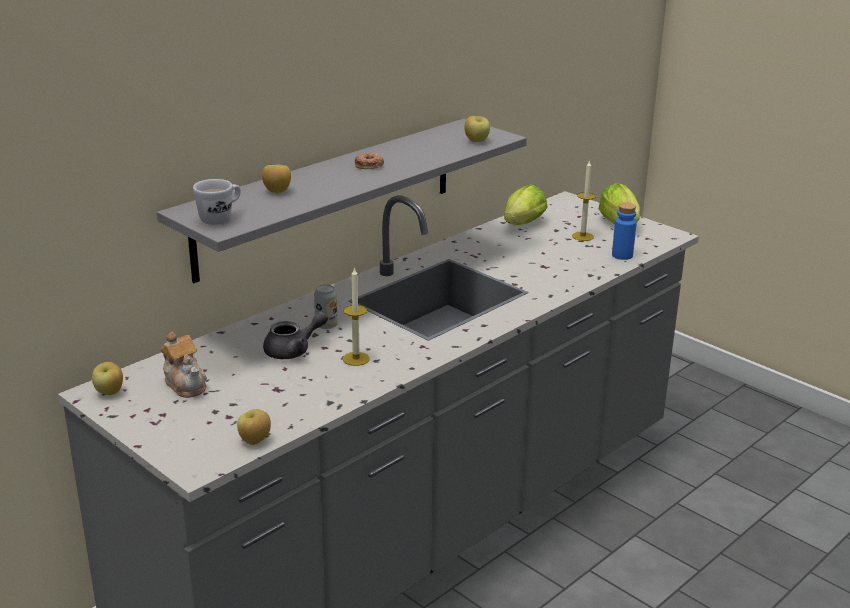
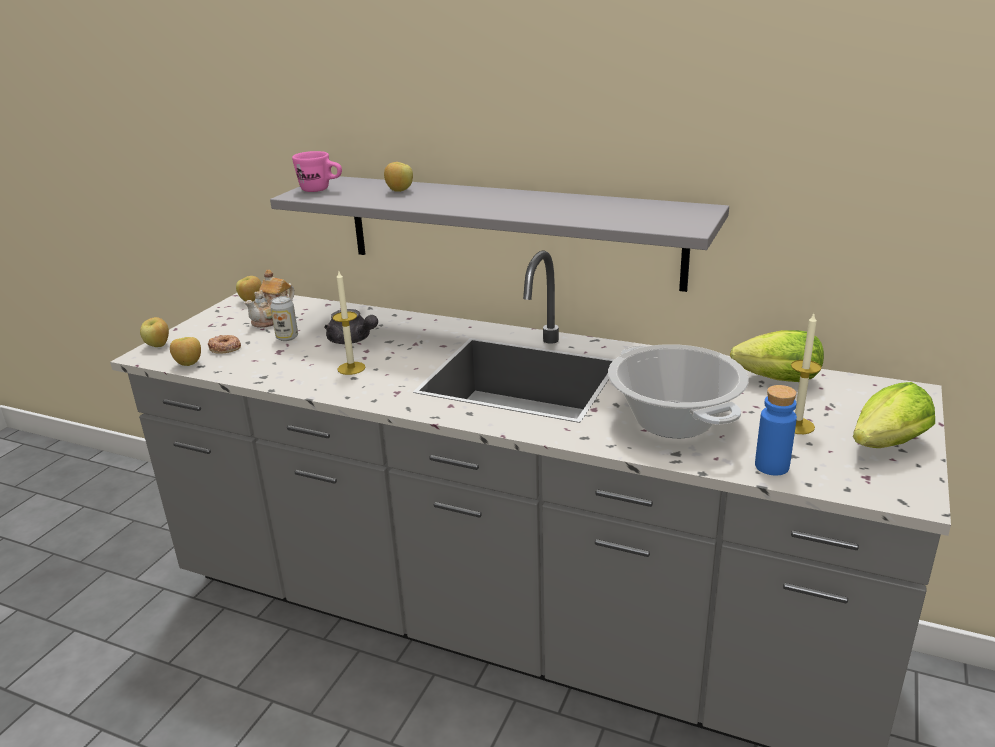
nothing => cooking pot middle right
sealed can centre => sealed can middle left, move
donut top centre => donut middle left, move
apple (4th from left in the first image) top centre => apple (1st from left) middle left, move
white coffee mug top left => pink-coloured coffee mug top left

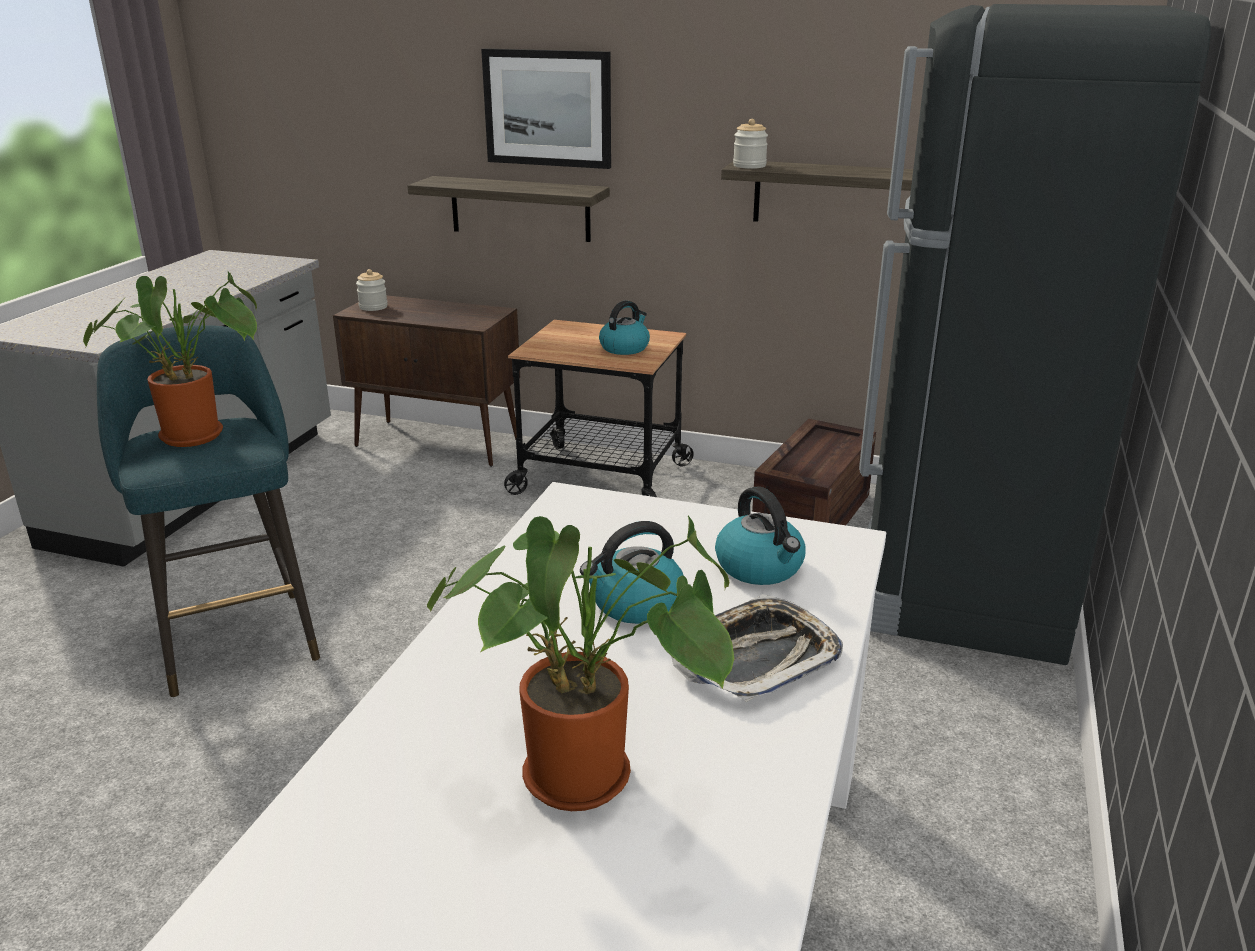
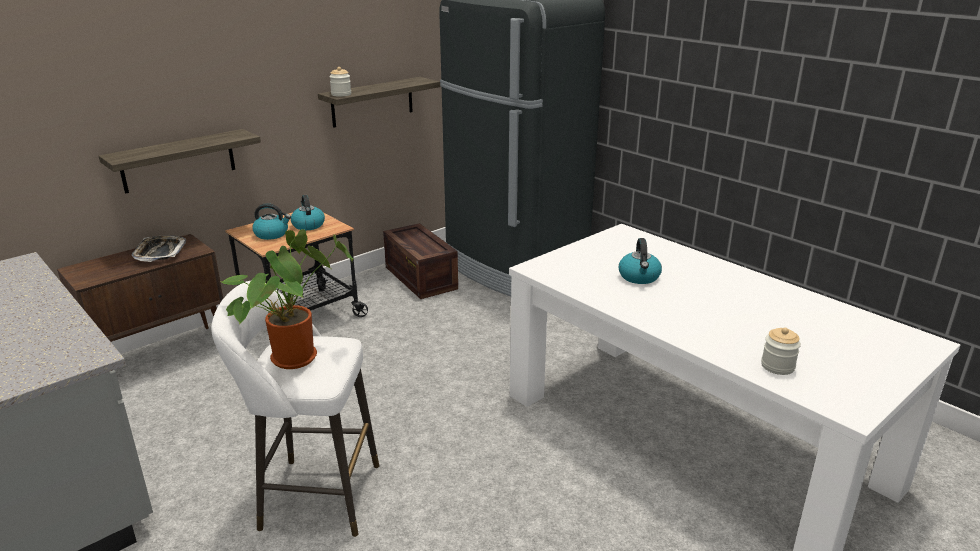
houseplant (2nd from left) bottom centre => nothing
wall picture top centre => nothing
jar (1st from left in the first image) top left => jar (2nd from left) middle right, move
serving tray bottom centre => serving tray middle left, move
kettle (3rd from left in the first image) centre => kettle (1st from left) middle left, move
blue-green stool seat middle left => white stool seat bottom left

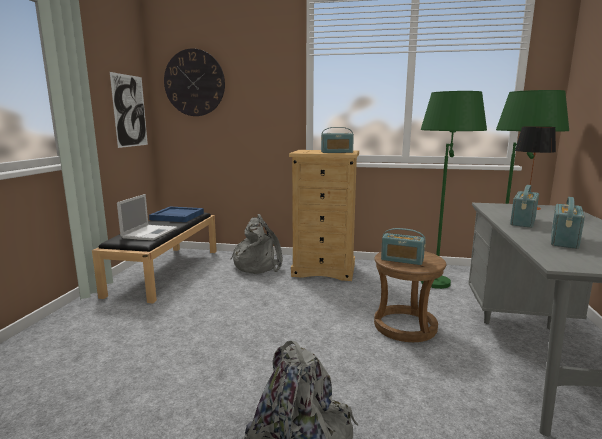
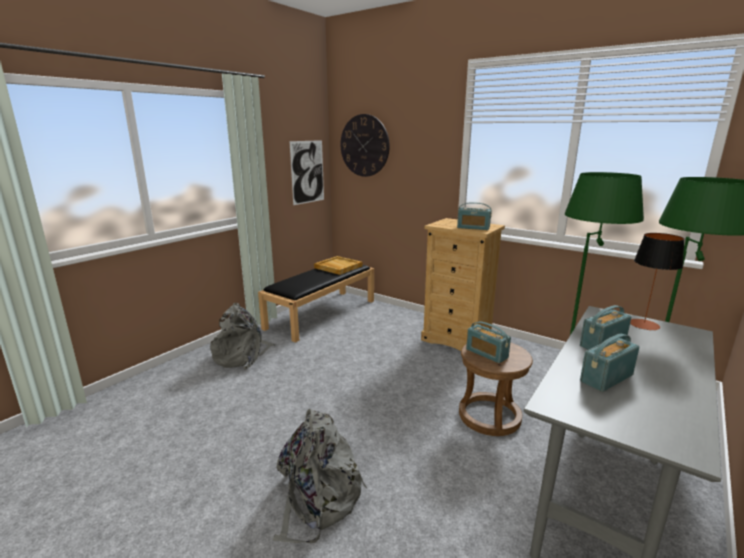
notebook computer middle left => nothing
greyish knapsack (1st from left) centre => greyish knapsack (1st from left) middle left, move
bluish serving tray middle left => beige serving tray centre

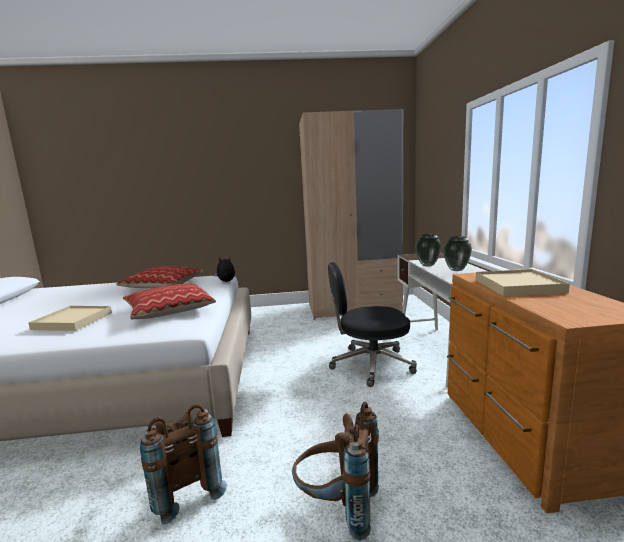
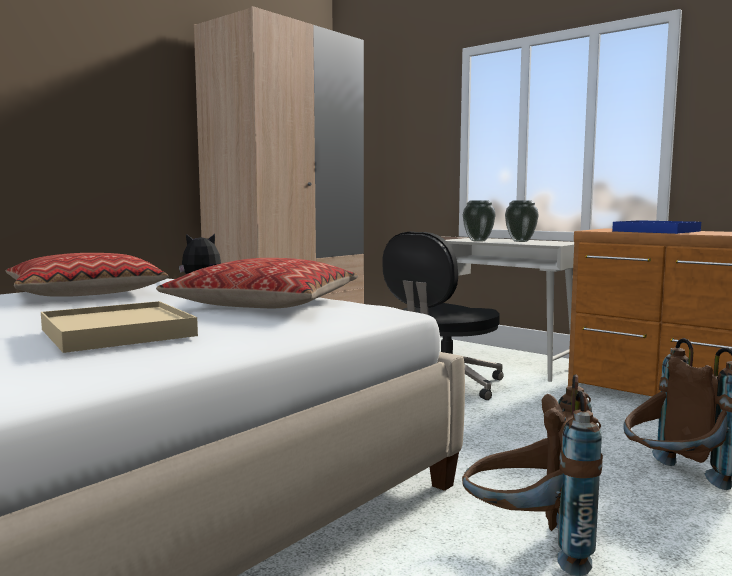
beige serving tray (2nd from left) middle right => bluish serving tray middle right

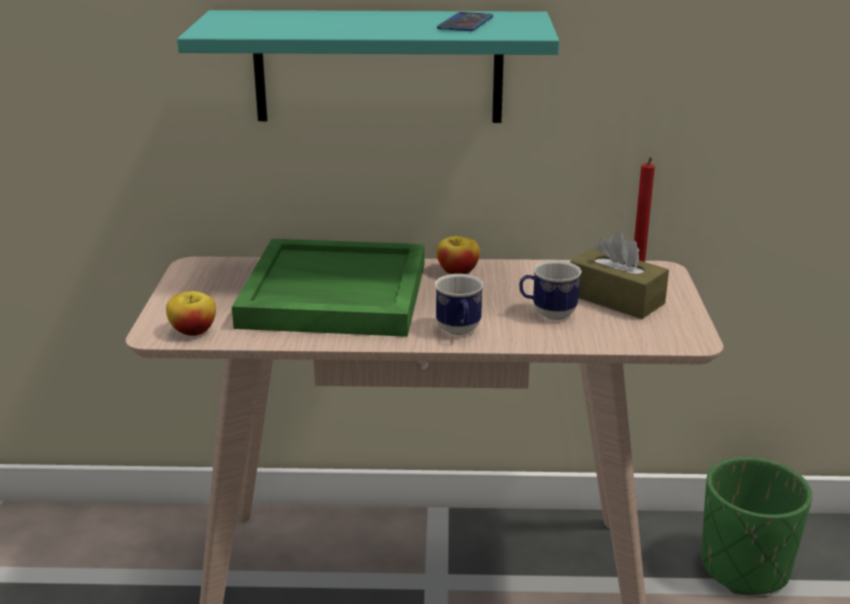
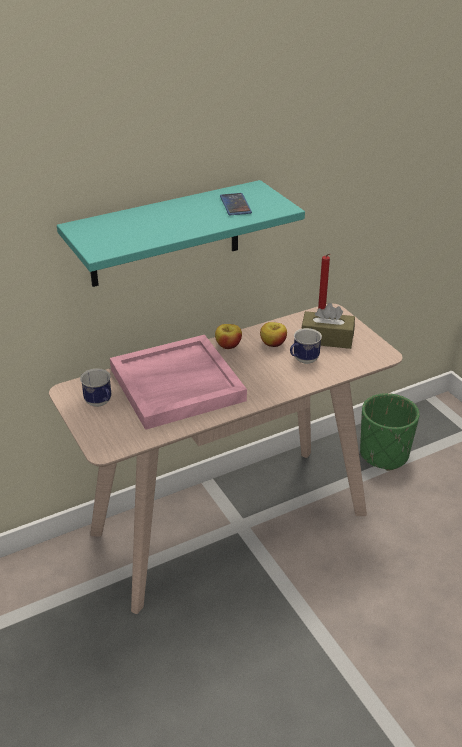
apple (1st from left in the first image) middle left => apple (2nd from left) centre, move
coffee mug (1st from left) centre => coffee mug (1st from left) middle left, move
greenish serving tray centre => pink-coloured serving tray centre

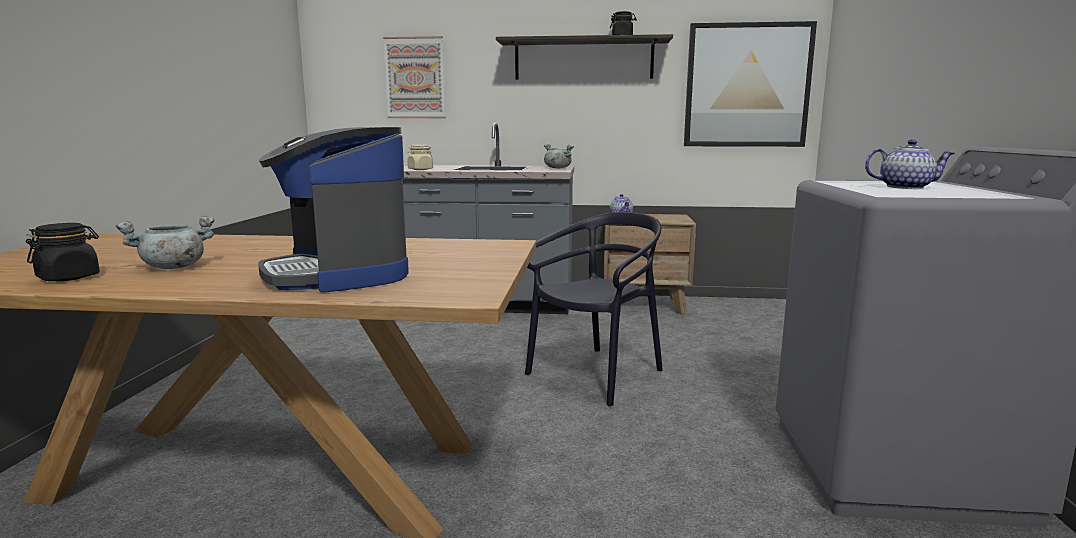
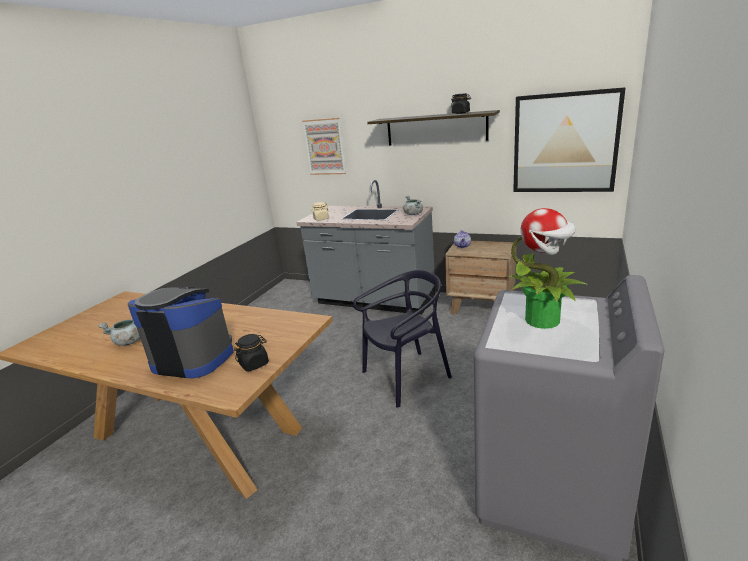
blackish jar (1st from left) middle left => blackish jar (1st from left) centre, move
tea pot (2nd from left) top right => houseplant middle right
coffee machine middle left, 120 degrees clockwise

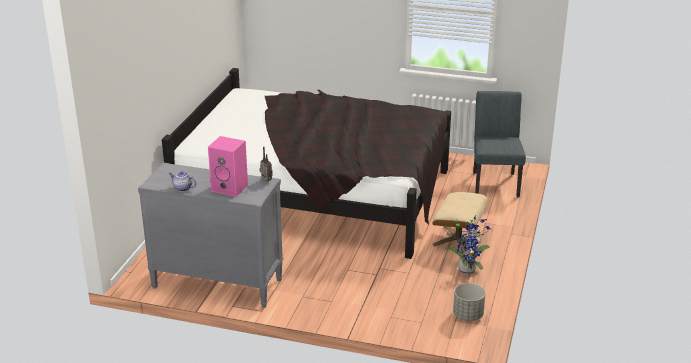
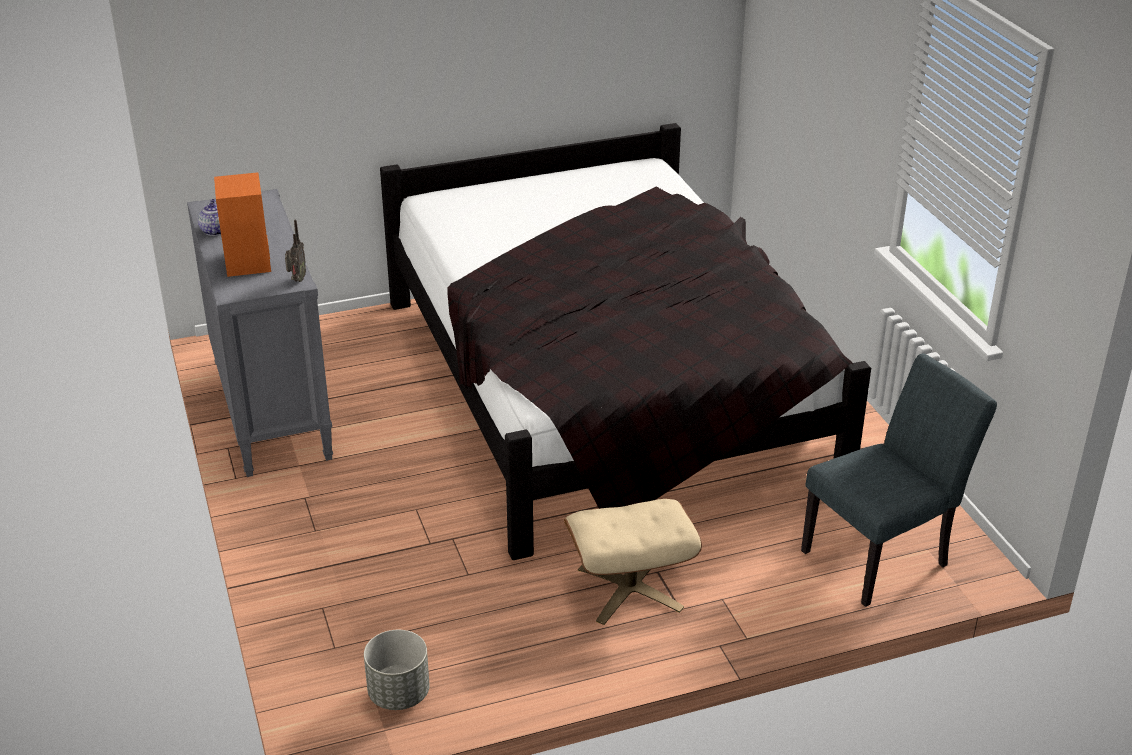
houseplant bottom right => nothing
pink-coloured audio speaker middle left => orangey audio speaker top left

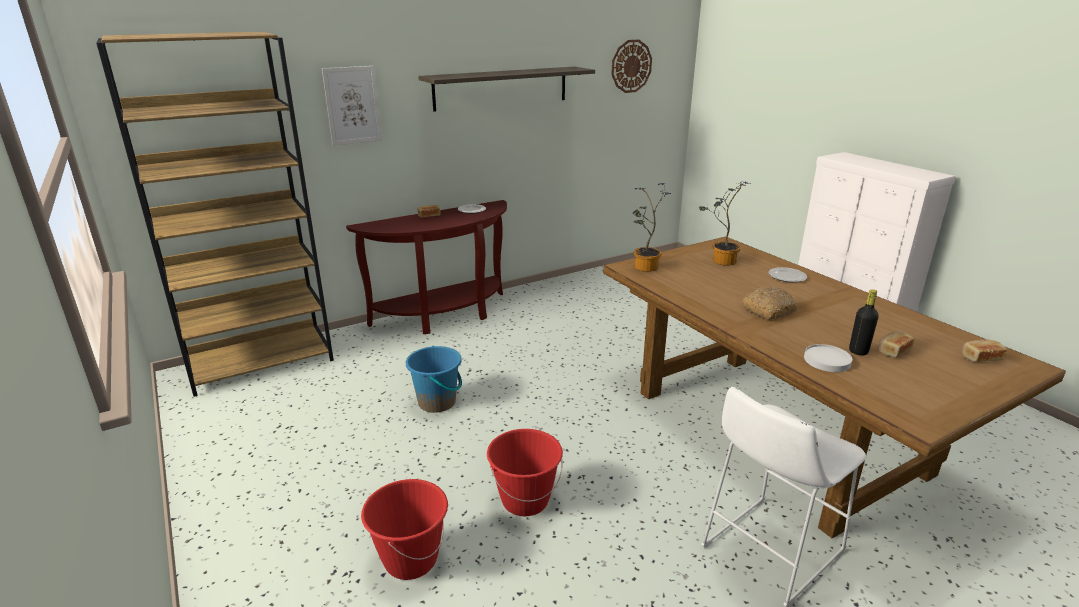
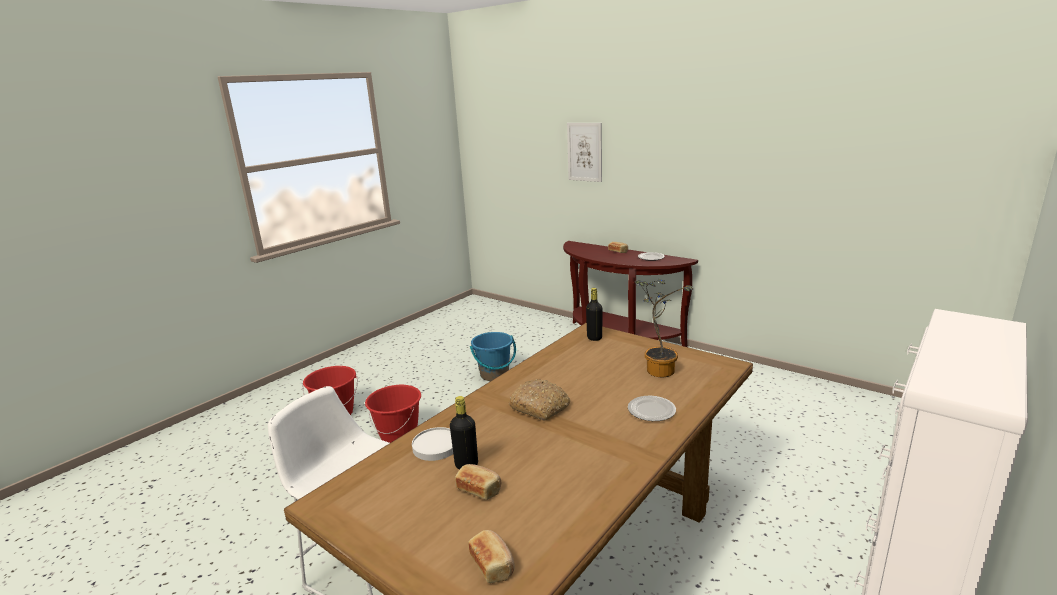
brownish shelving unit middle left => nothing
shelf top centre => nothing
hanging clock top centre => nothing
houseplant (1st from left) centre => blackish bottle (2nd from left) centre

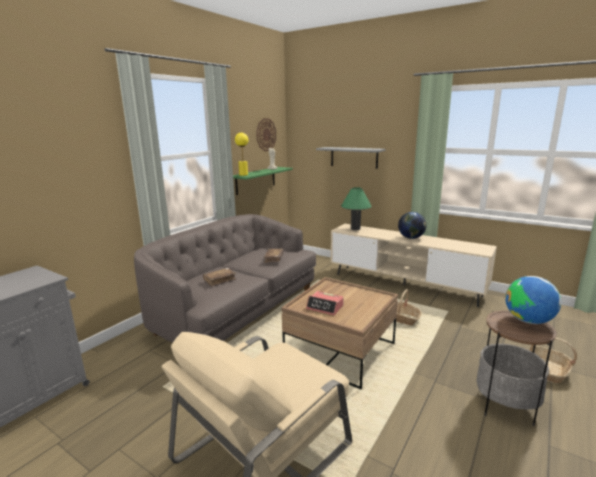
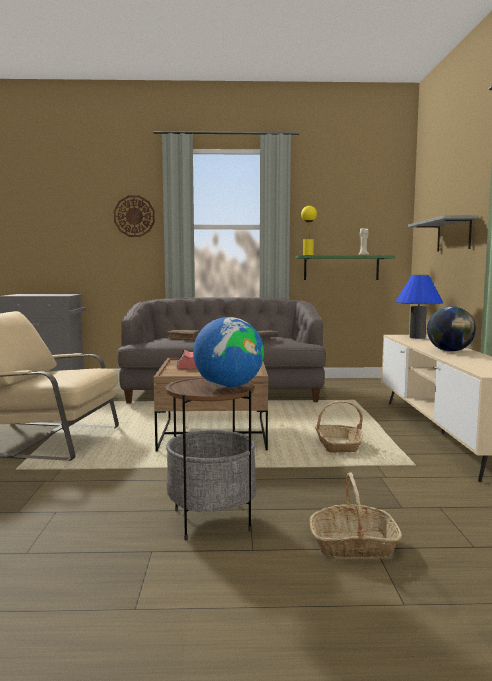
hanging clock top centre => hanging clock top left, move
greenish lamp for a table centre => bluish lamp for a table middle right

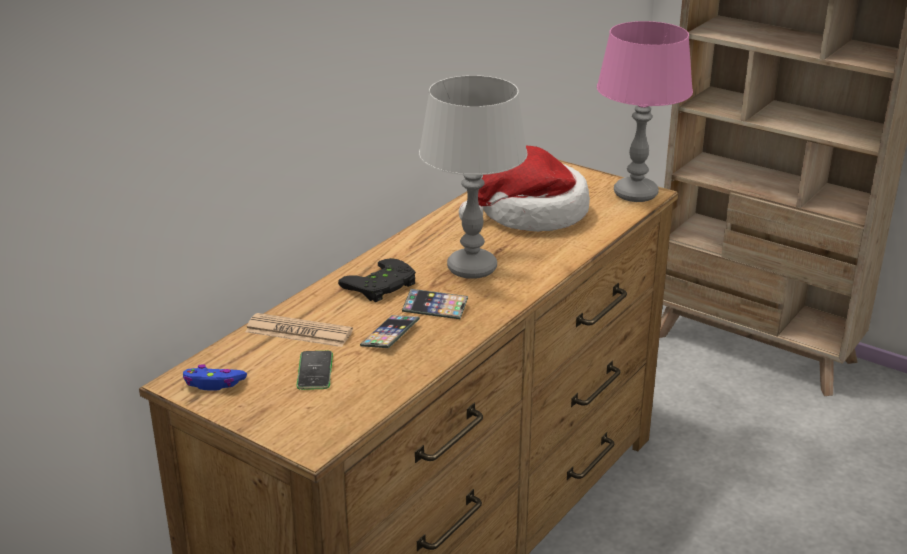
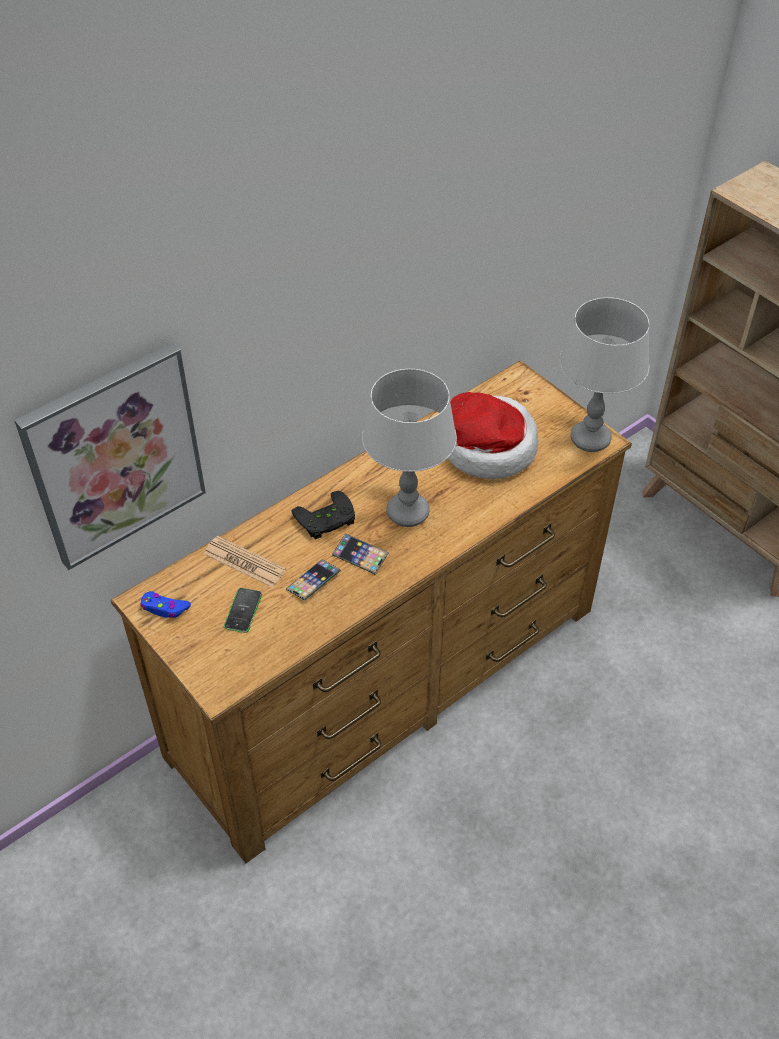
nothing => wall picture middle left
pink-coloured lamp for a table top right => greyish lamp for a table (2nd from left) middle right

